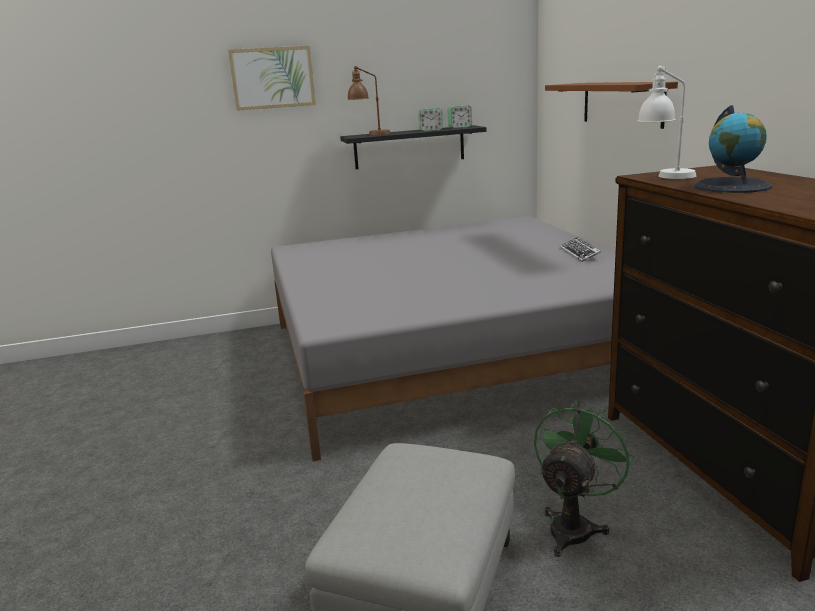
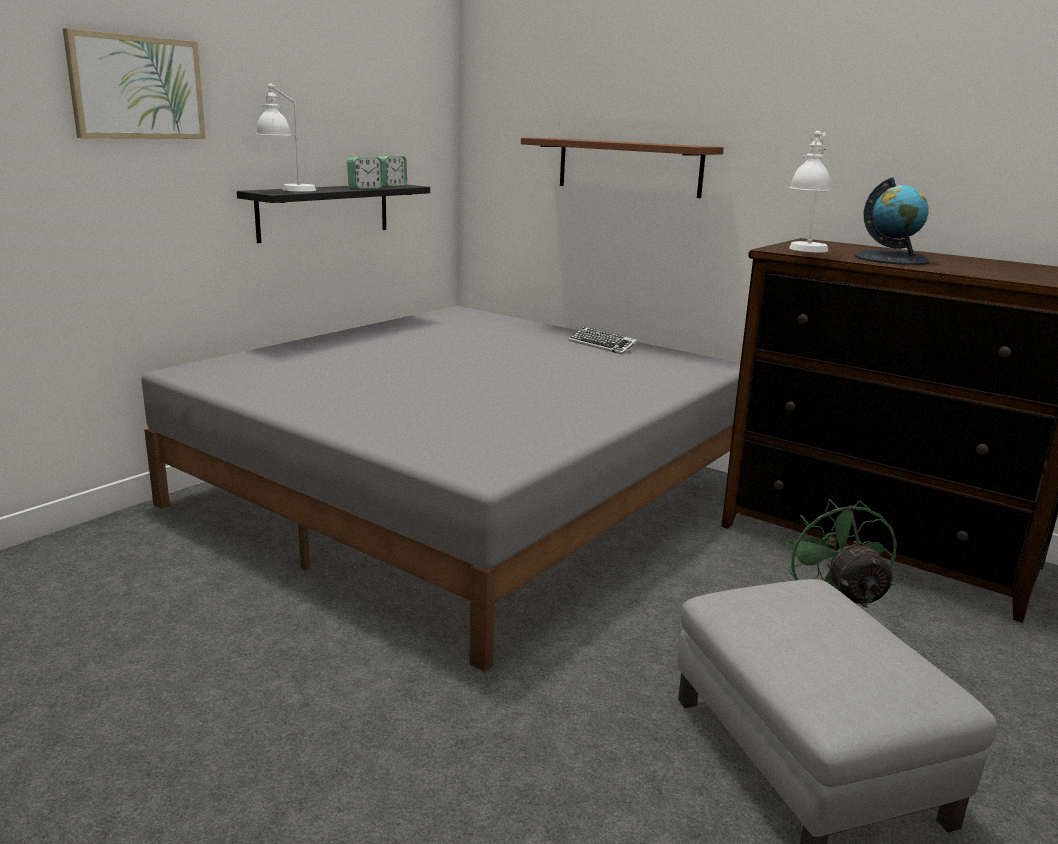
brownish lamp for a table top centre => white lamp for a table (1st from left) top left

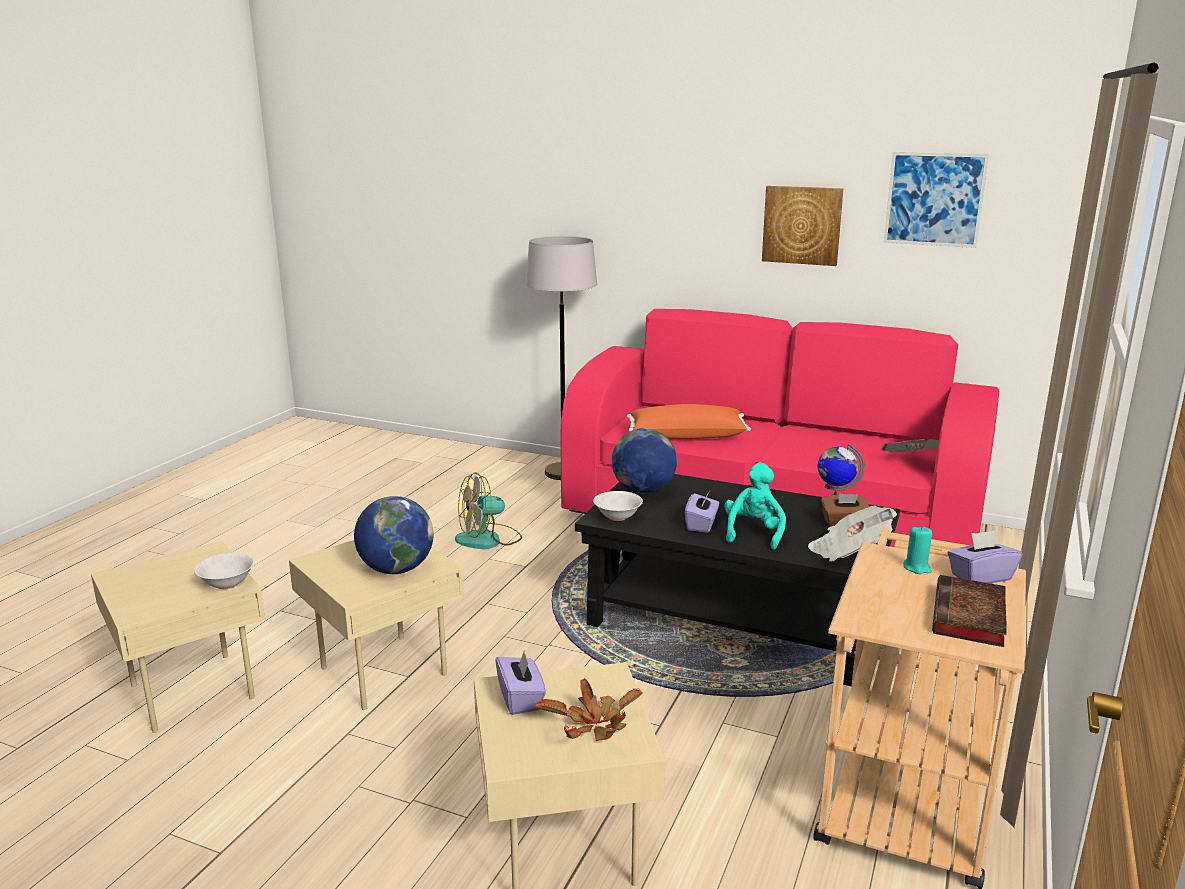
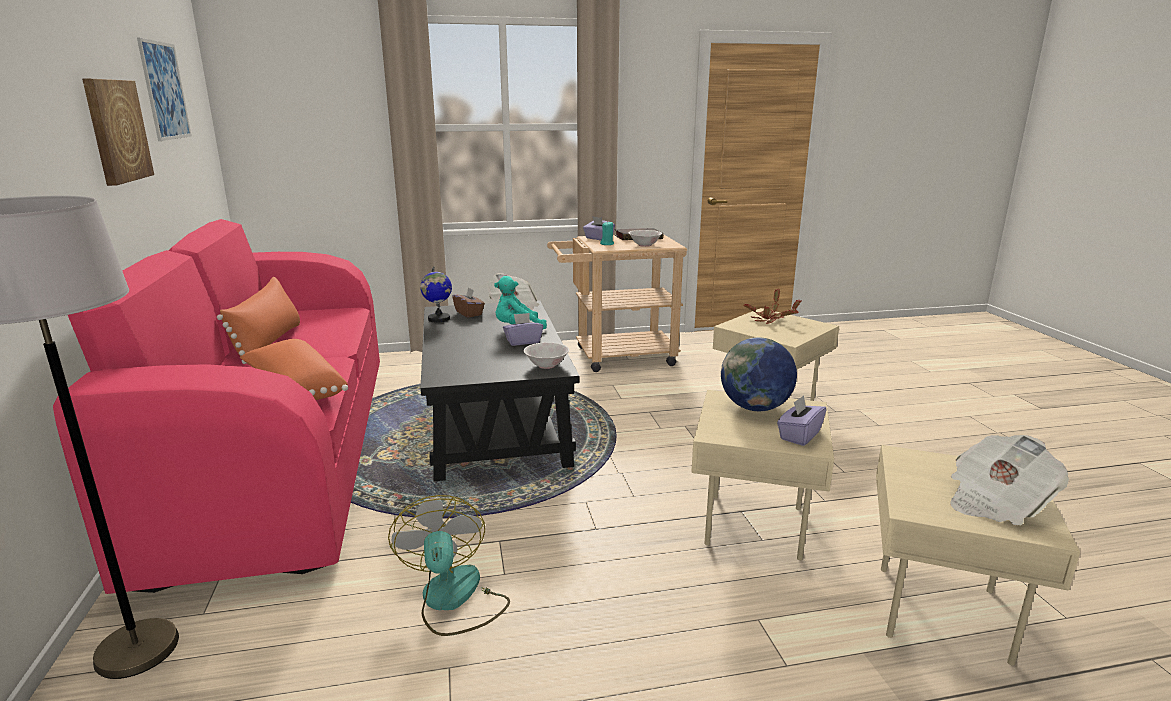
world globe (2nd from left) centre => nothing
nothing => orangey throw pillow (1st from left) middle left
white serving bowl (1st from left in the first image) middle left => white serving bowl (2nd from left) centre, move
purplish box of tissues (1st from left in the first image) bottom centre => purplish box of tissues (3rd from left) middle right, move
newspaper (2nd from left) middle right => newspaper (2nd from left) bottom right, move
fan centre => fan bottom centre, 135 degrees counterclockwise

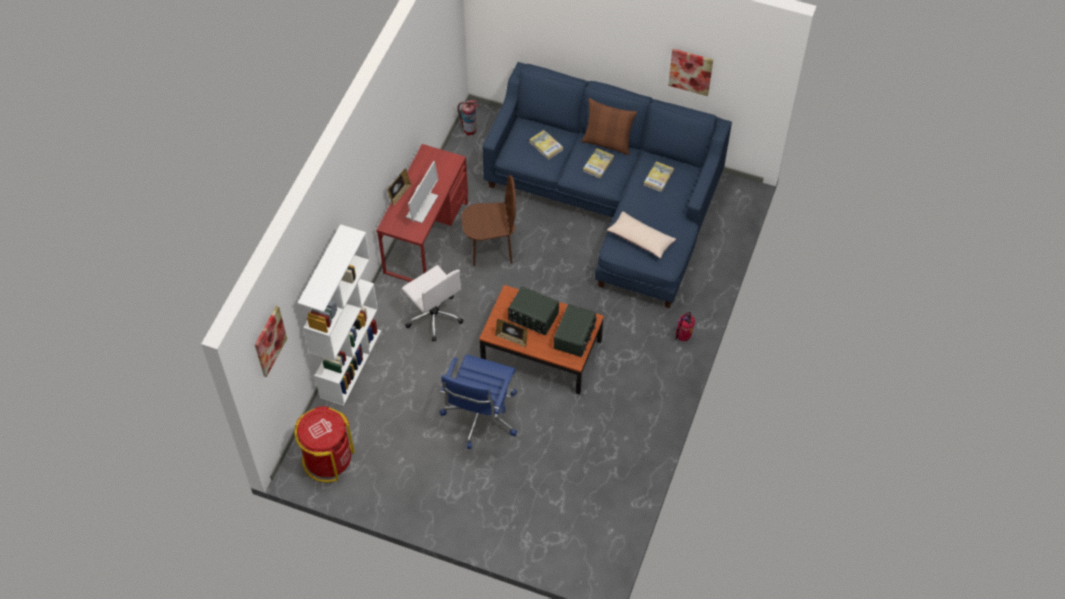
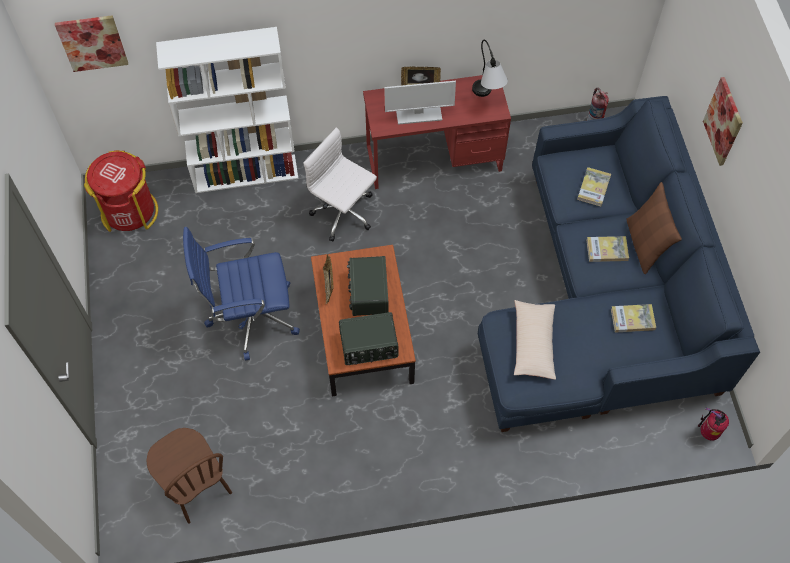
nothing => lamp for a table top centre
brownish upright chair centre => brownish upright chair bottom left, move
wall picture (2nd from left) top centre => wall picture (2nd from left) top right, move
extinguisher (2nd from left) centre => extinguisher (2nd from left) bottom right, move
white office chair centre => white office chair top centre, 105 degrees clockwise

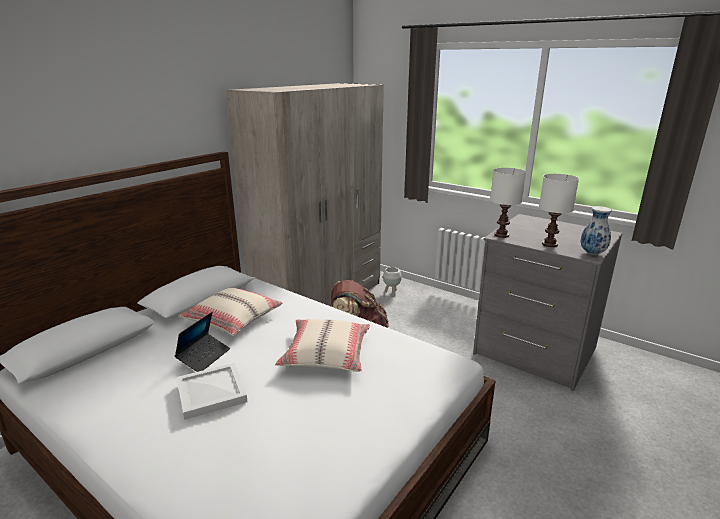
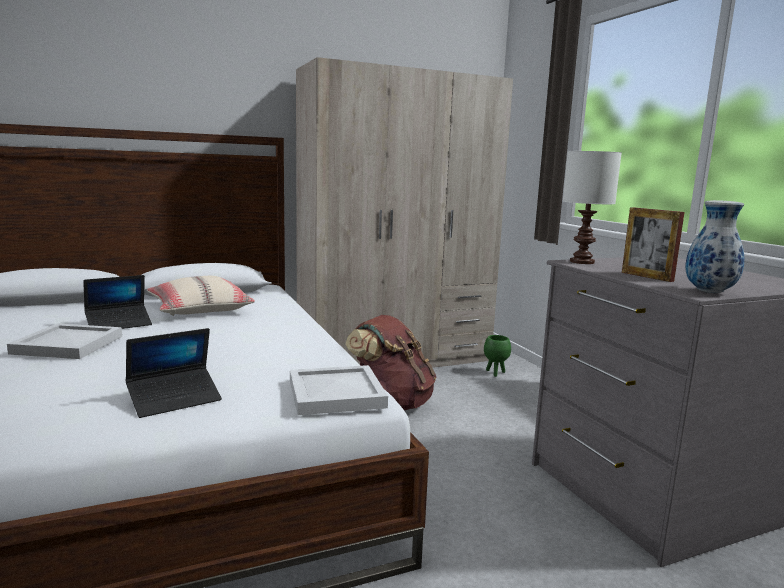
beige throw pillow (2nd from left) centre => nothing
nothing => notebook computer (2nd from left) middle left
nothing => white serving tray (2nd from left) centre
white lamp for a table (2nd from left) middle right => photo frame middle right
white plant pot centre => greenish plant pot centre

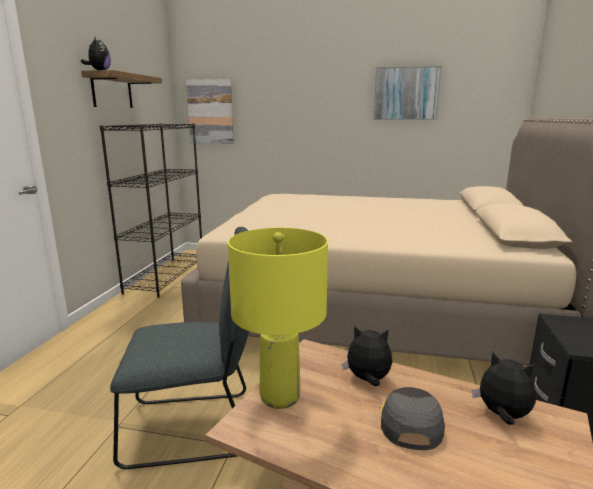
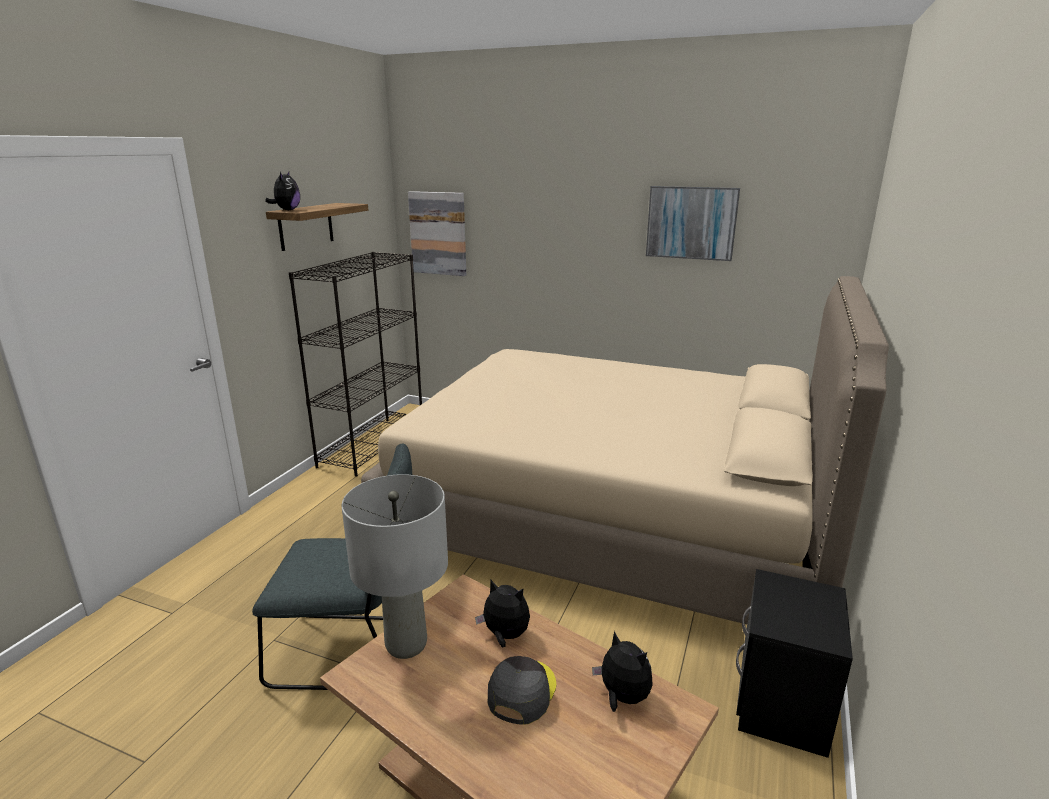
yellow-coloured lamp for a table centre => greyish lamp for a table bottom centre

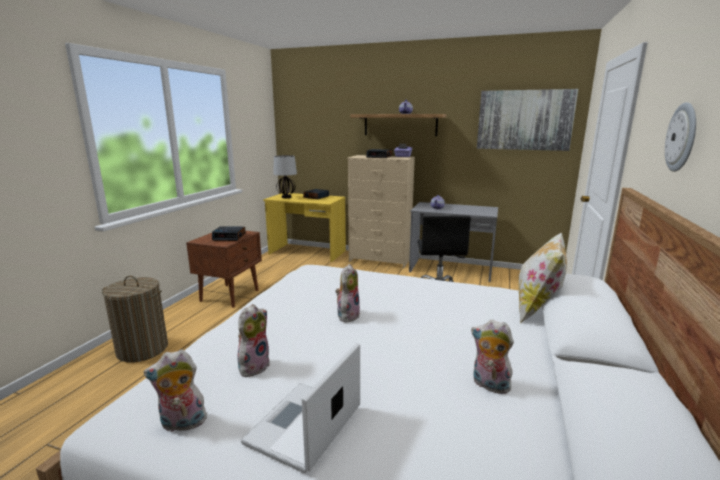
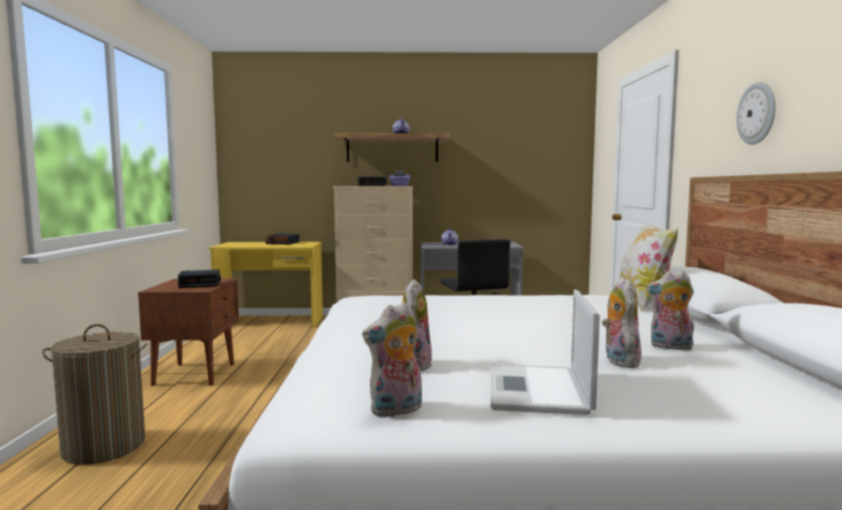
lamp for a table centre => nothing
wall picture top right => nothing
plush toy (3rd from left) centre => plush toy (3rd from left) middle right, move

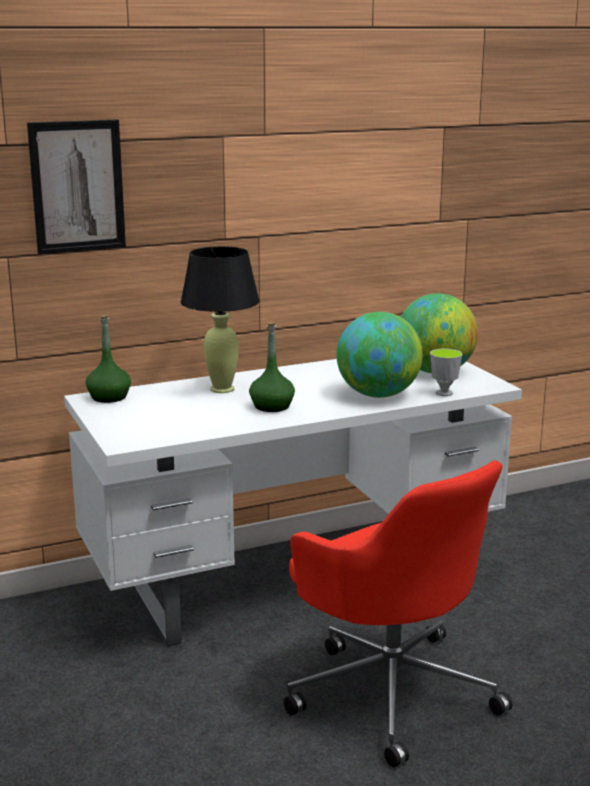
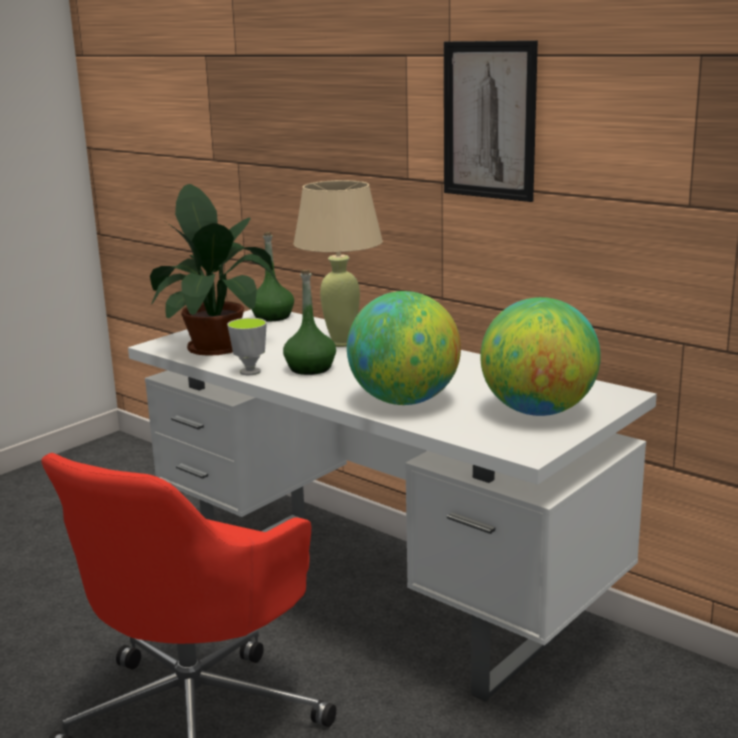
nothing => houseplant middle left
wall picture top left => wall picture top centre, move
cup middle right => cup centre, move
blackish lamp for a table centre => beige lamp for a table centre

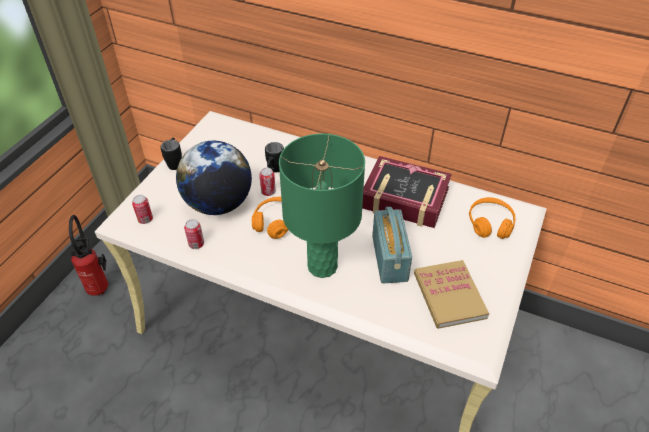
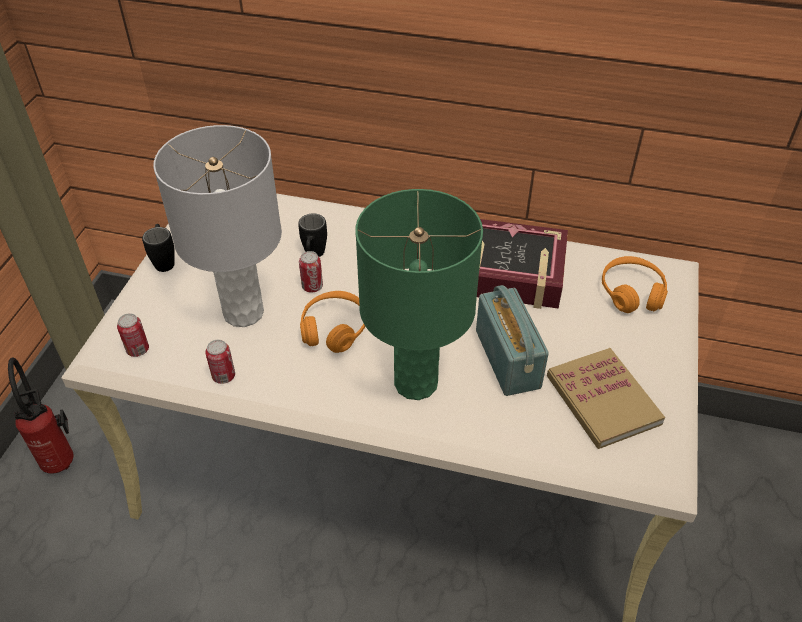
world globe middle left => greyish lamp for a table middle left

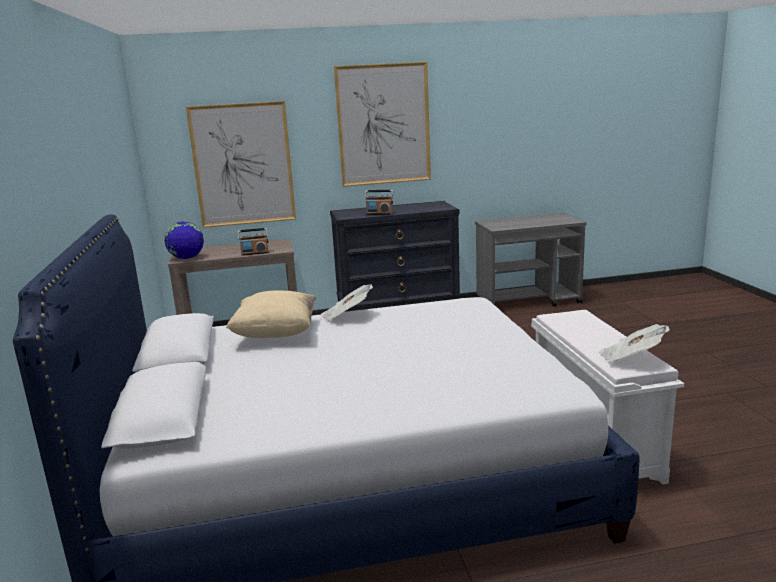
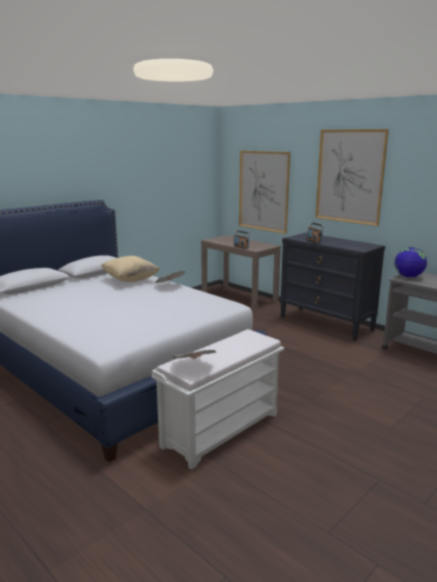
world globe middle left => world globe middle right, move

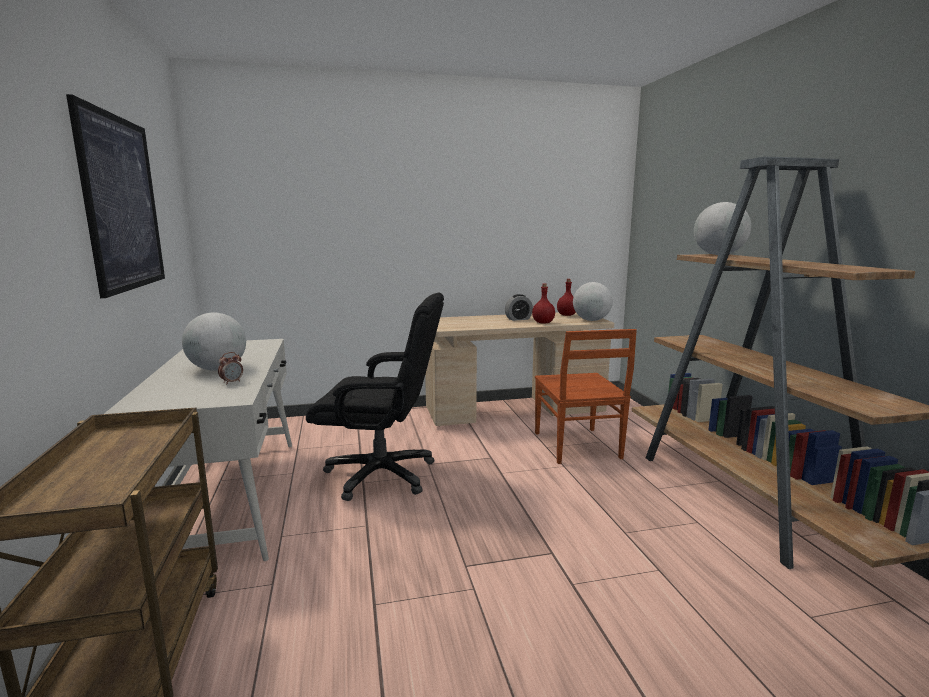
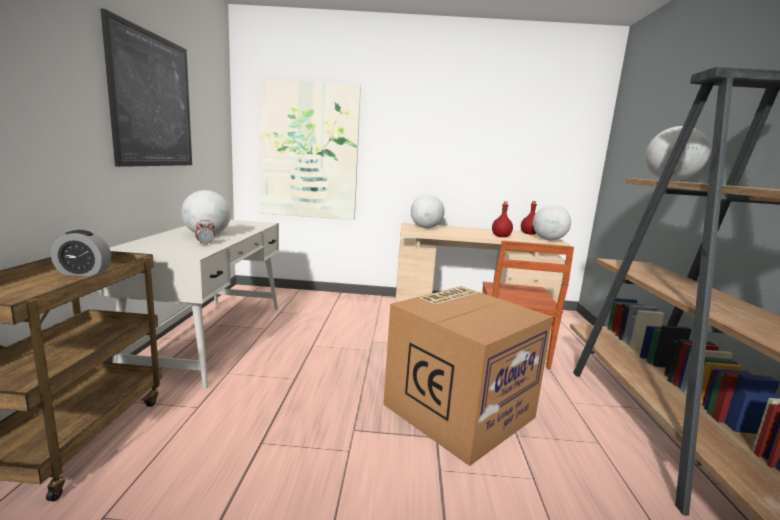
blackish office chair centre => nothing
nothing => wall picture (2nd from left) top centre
nothing => cardboard box bottom centre
nothing => world globe (2nd from left) centre
alarm clock (2nd from left in the first image) centre => alarm clock (1st from left) middle left, move

